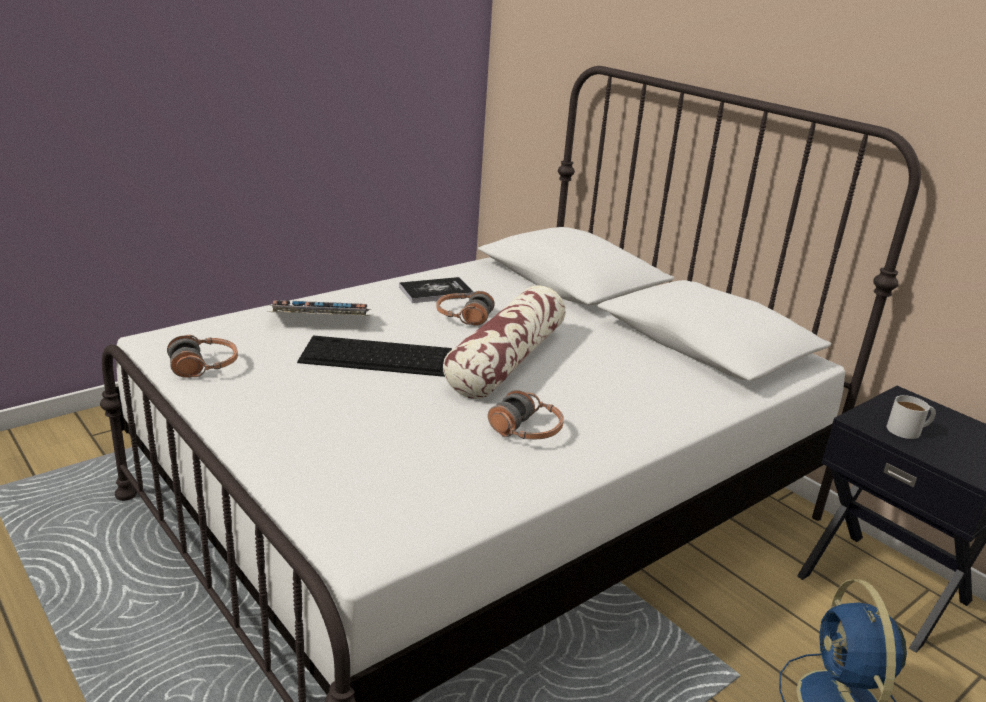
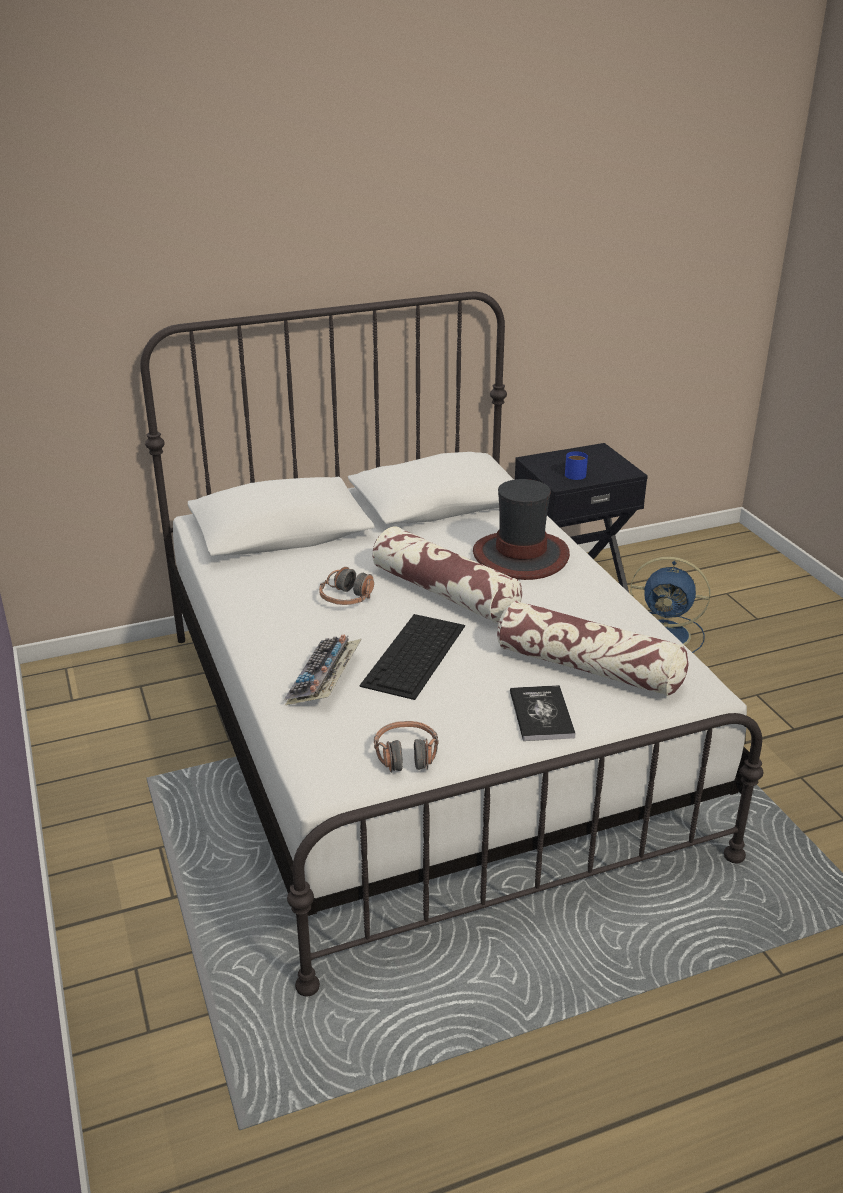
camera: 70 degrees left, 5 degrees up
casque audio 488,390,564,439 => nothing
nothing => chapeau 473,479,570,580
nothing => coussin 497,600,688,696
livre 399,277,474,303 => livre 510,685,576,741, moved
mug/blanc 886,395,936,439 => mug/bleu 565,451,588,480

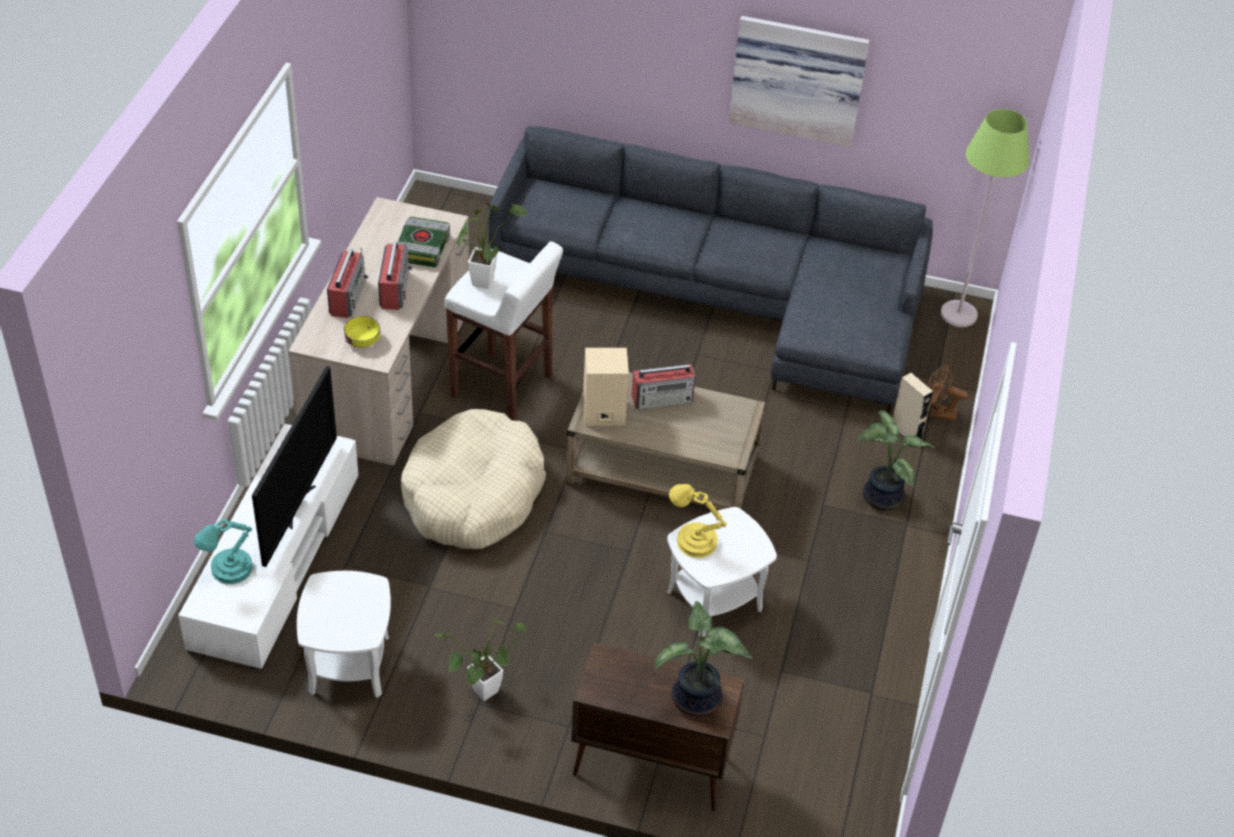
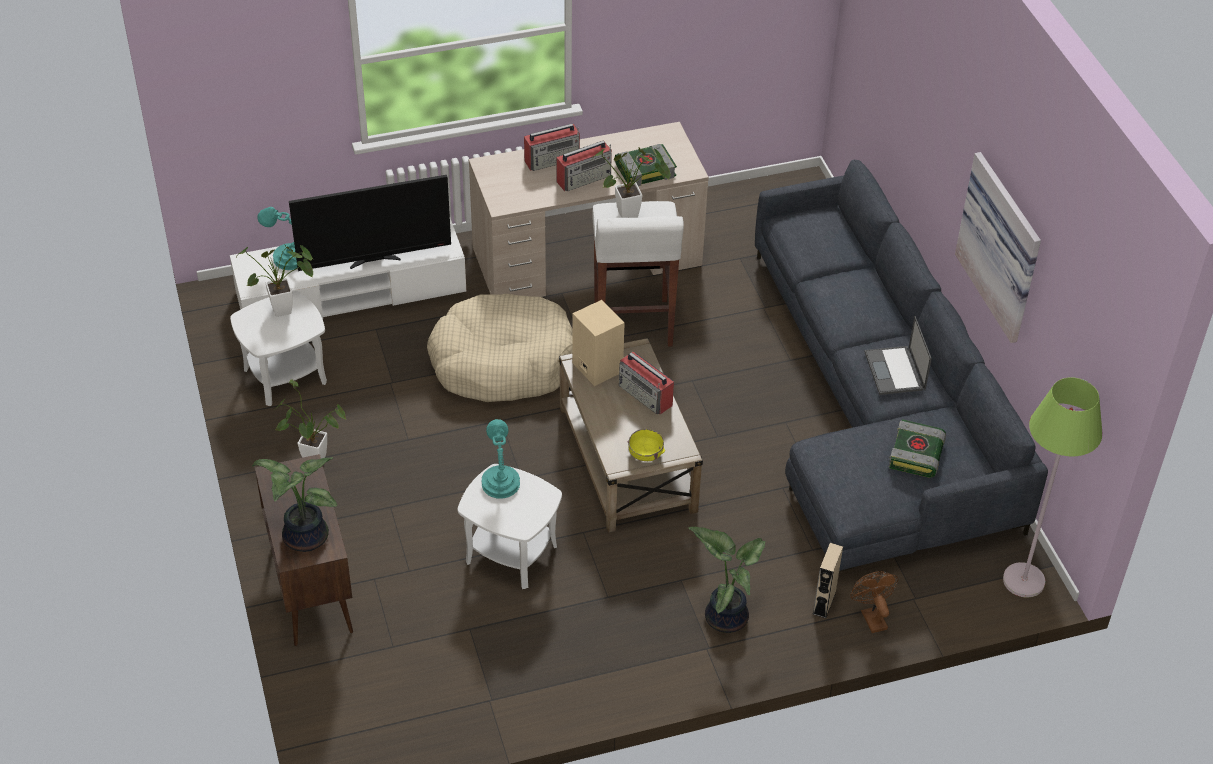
camera: 60 degrees right, 0 degrees up
nothing => plante en pot 236,244,313,317
nothing => ordinateur portable 864,316,932,395
nothing => livre 889,419,946,477
bol/jaune 344,315,380,348 => bol/jaune 628,429,665,461, moved
lampe de table/jaune 669,484,727,558 => lampe de table/turquoise 481,419,520,499

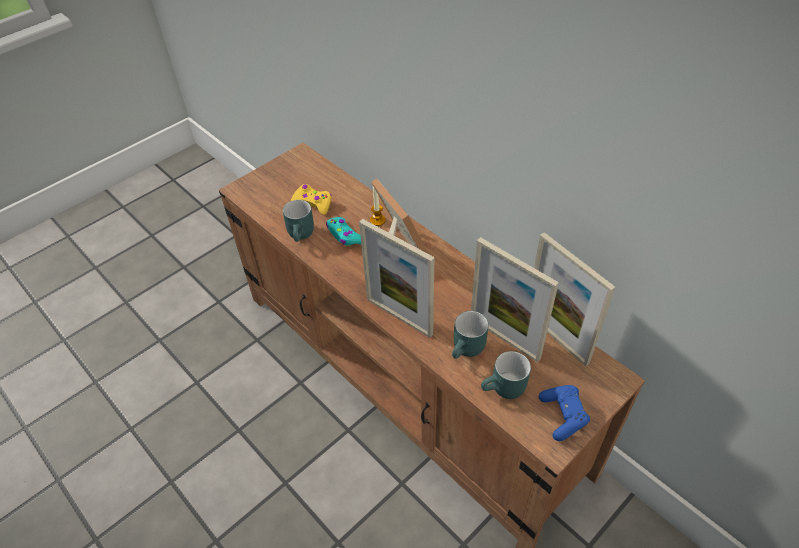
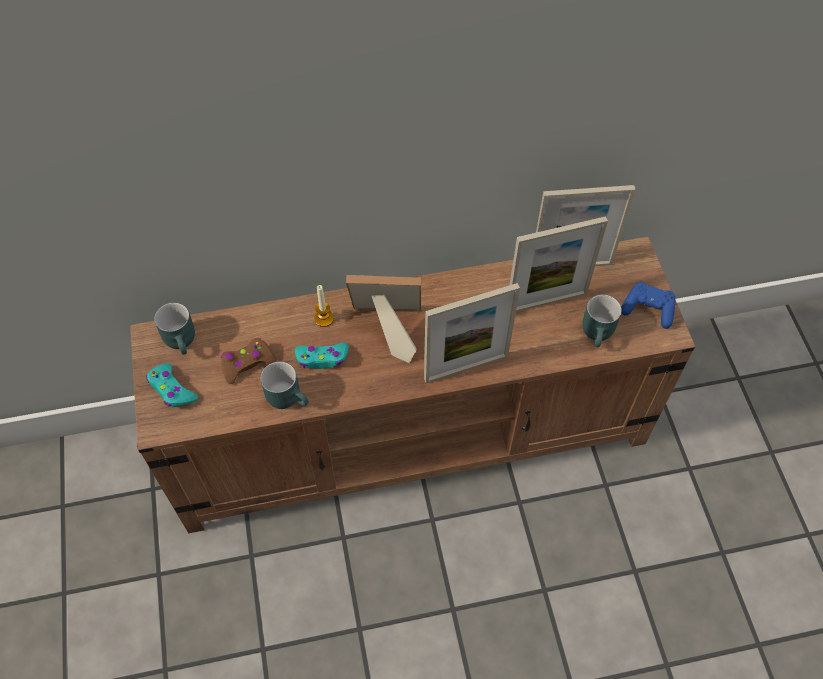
camera: 60 degrees left, 10 degrees up
nothing => manette/turquoise 146,363,198,407
mug/turquoise 452,311,488,359 => mug/turquoise 154,303,195,355, moved
manette/jaune 291,184,332,215 => manette/marron 221,338,277,384

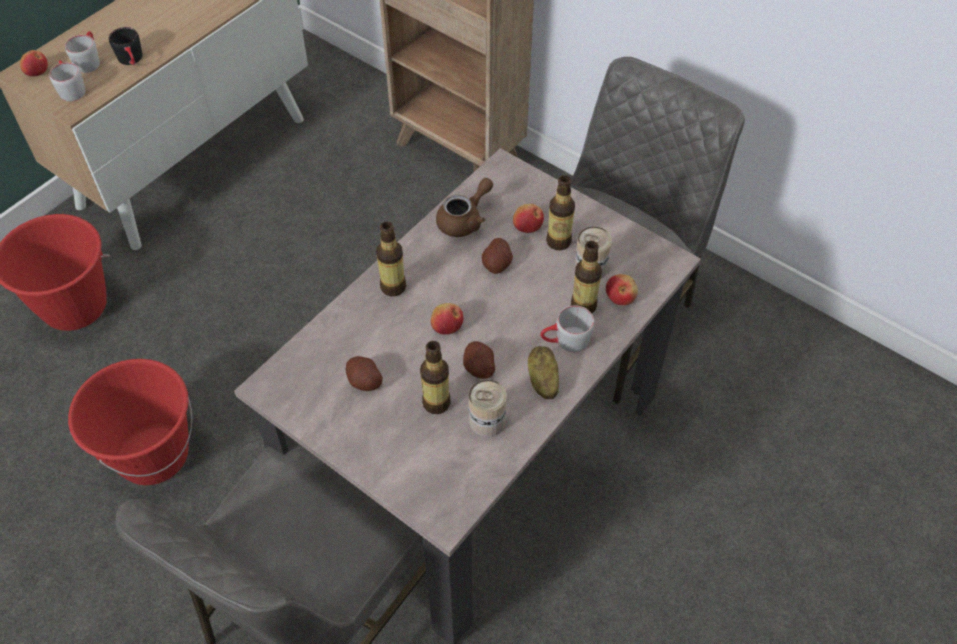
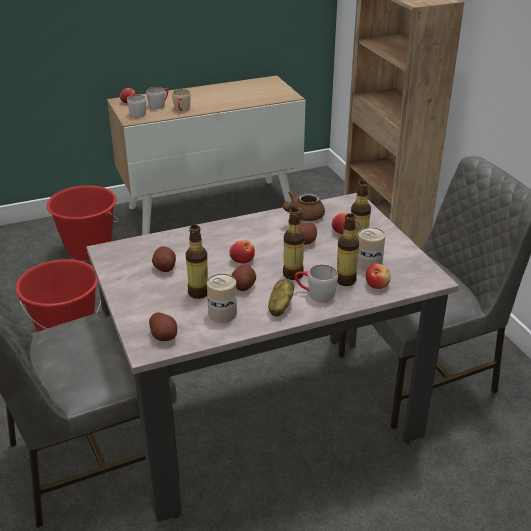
camera: 30 degrees right, 20 degrees down
nothing => pomme de terre 149,312,177,341
bouteille 376,222,406,296 => bouteille 283,208,305,280, moved
mug/noir 109,27,143,66 => mug/beige 172,89,191,111
théière/marron 436,178,493,237 => théière/marron 283,191,325,221, 150 degrees clockwise

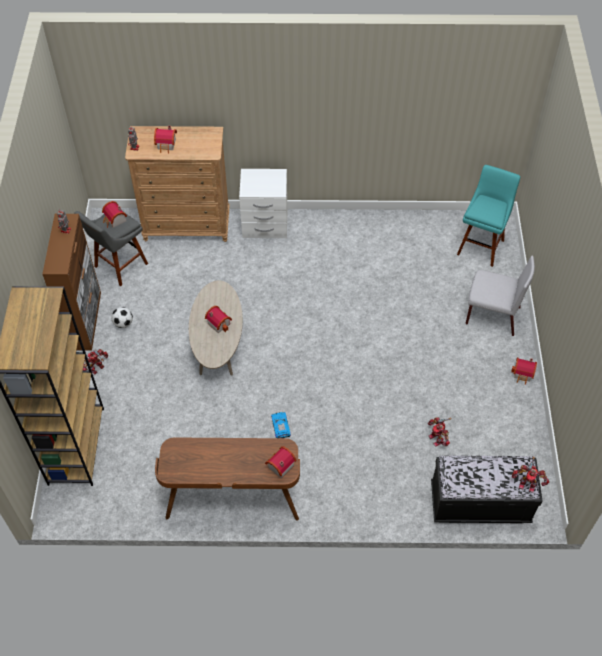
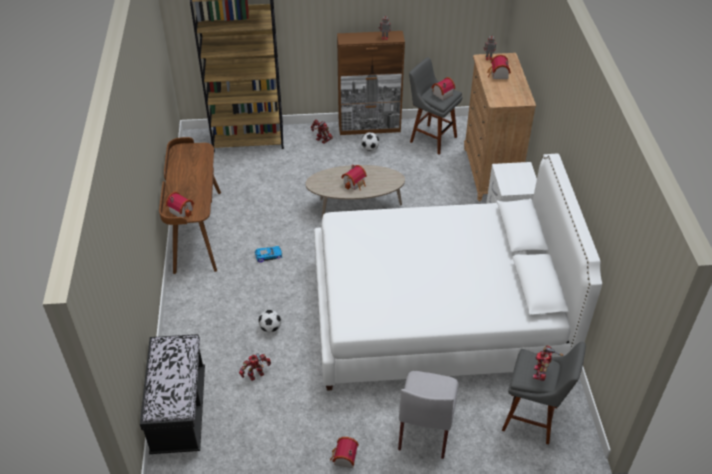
camera: 85 degrees right, 10 degrees down
nothing => ballon de foot 258,310,281,332
nothing => lit/blanc 314,154,602,391
robot jouet 512,457,549,493 => robot jouet 533,345,563,381, moved
tabouret/turquoise 457,165,520,267 => tabouret/gris 502,342,586,445

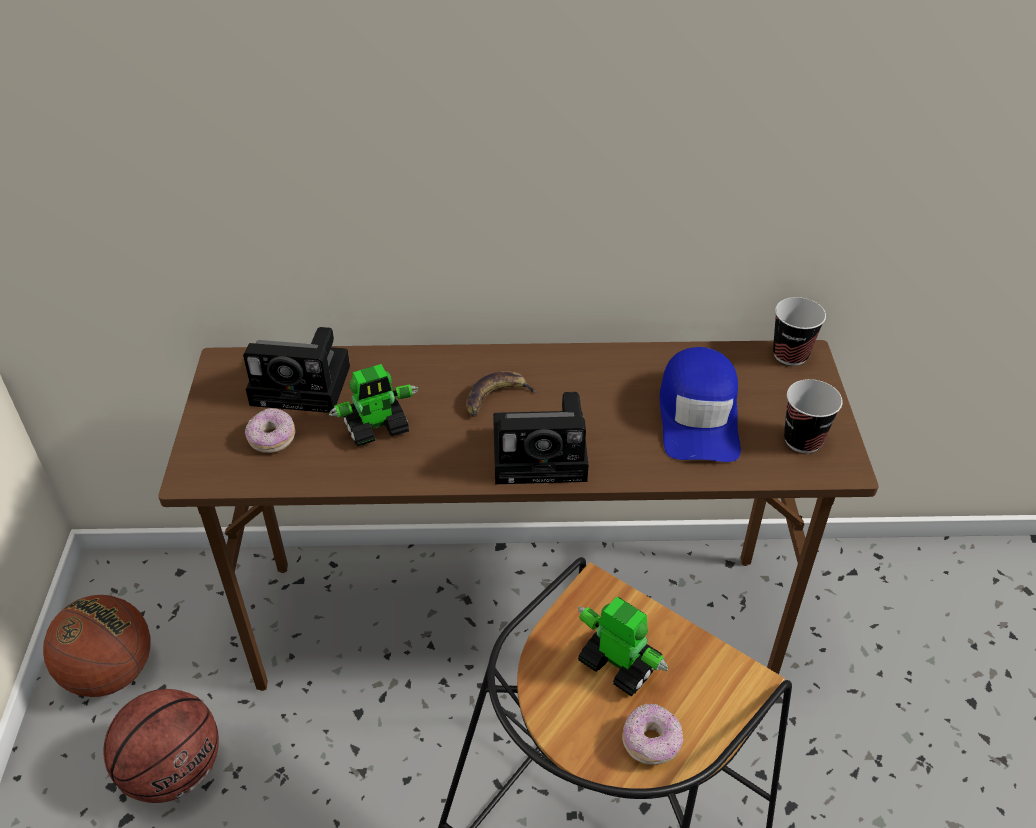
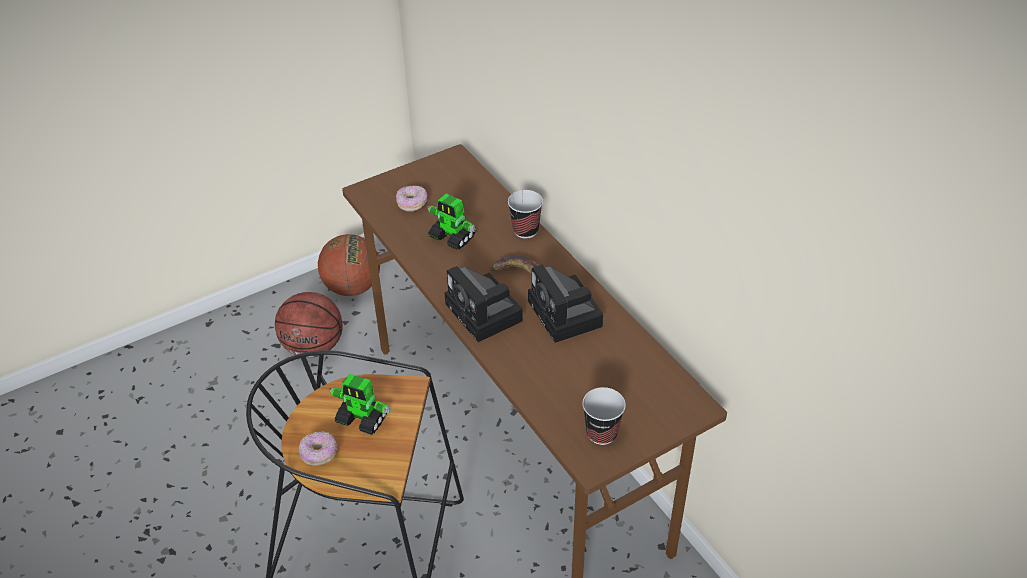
camera: 60 degrees right, 0 degrees up
casquette/bleu 660,347,741,462 => nothing
appareil photo 243,327,350,413 => appareil photo 528,265,603,343, moved
tasse 773,297,826,366 => tasse 508,190,543,239, moved
robot jouet 578,596,668,697 => robot jouet 329,374,391,435, 105 degrees clockwise

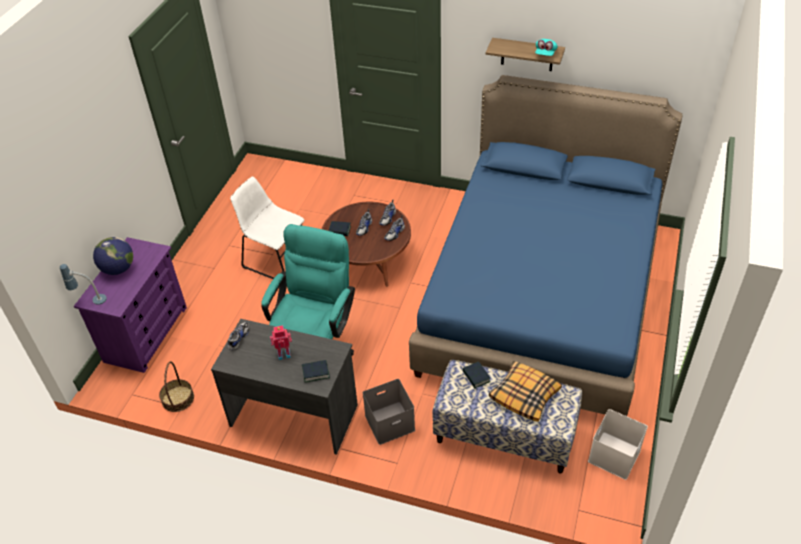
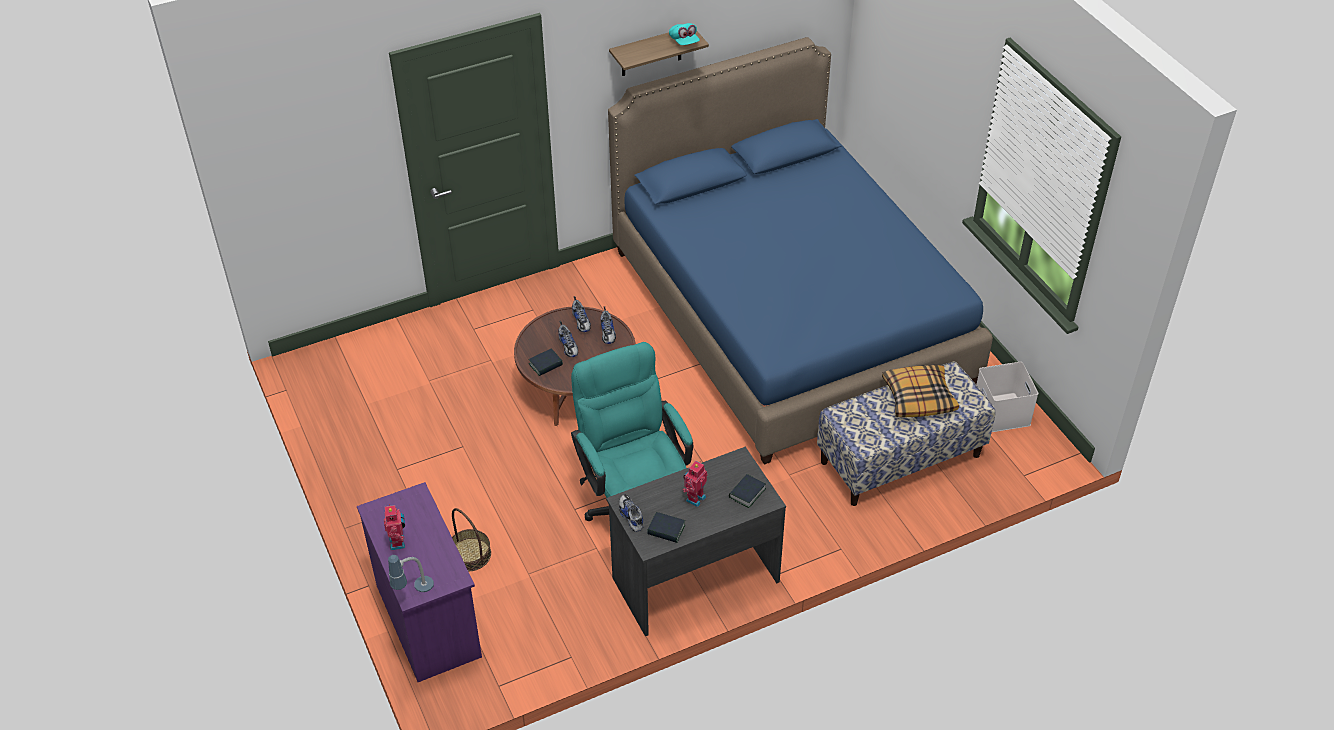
camera: 45 degrees left, 0 degrees up
chaise/blanc 230,176,304,279 => nothing
boîte de rangement/gris 363,379,415,445 => nothing
panier 159,361,194,412 => panier 452,508,491,571, moved
livre 462,362,490,388 => livre 647,512,685,543, moved
globe 93,237,133,275 => robot jouet 384,504,405,551

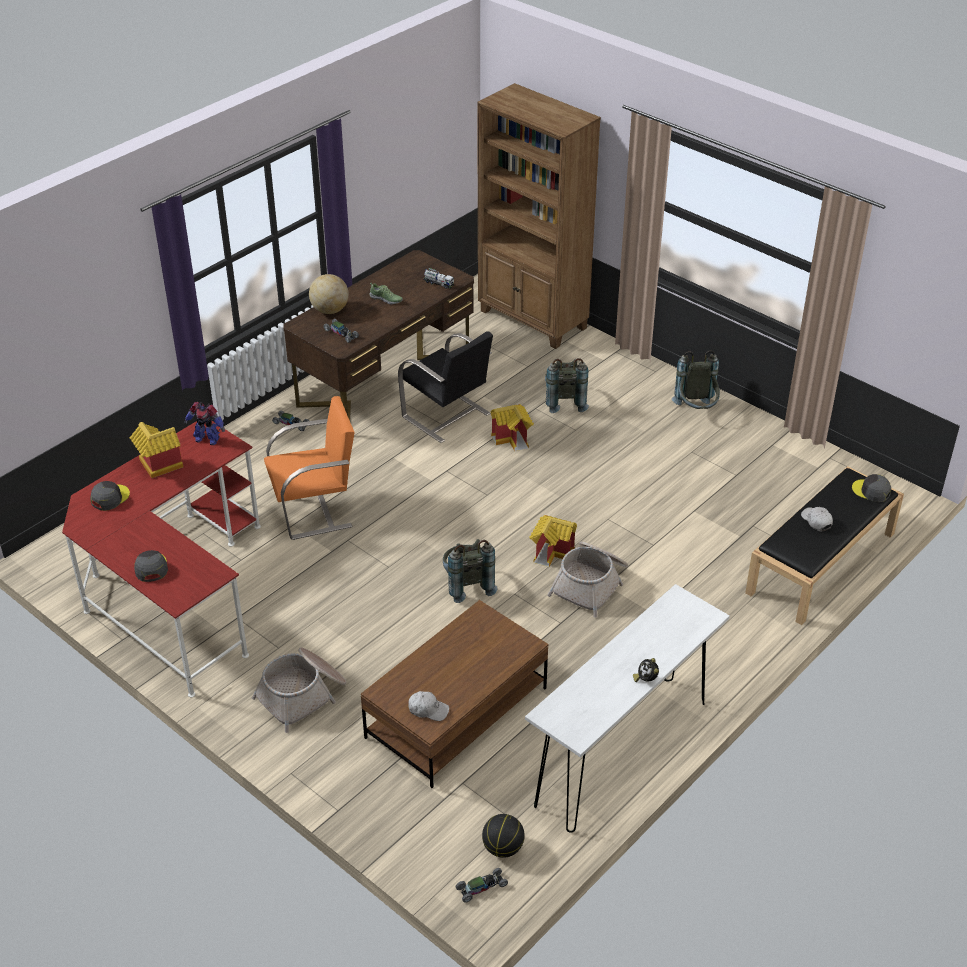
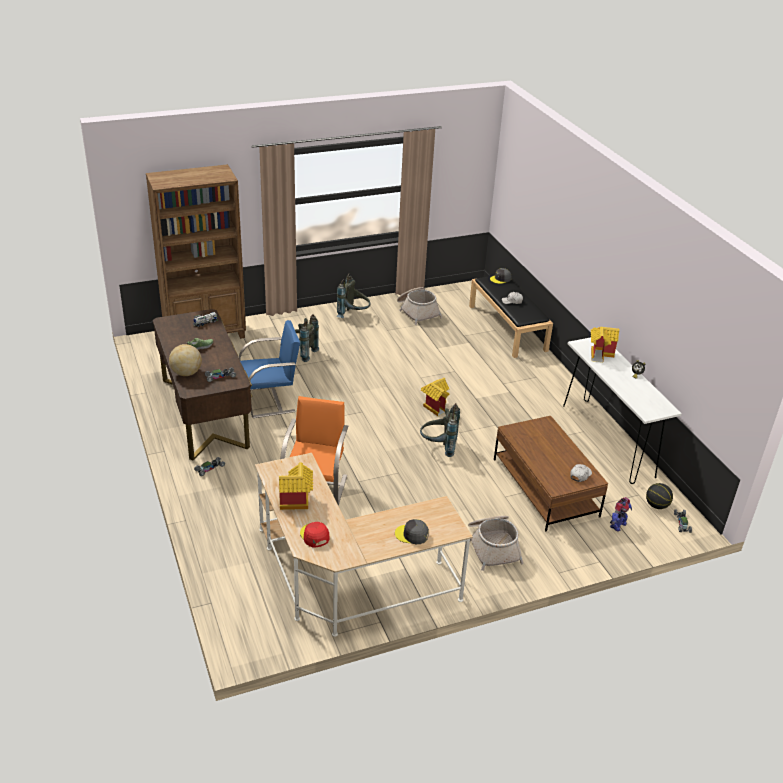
camera: 65 degrees left, 5 degrees down
robot jouet 184,402,225,445 => robot jouet 610,497,632,531, moved
maison miniature 491,404,534,451 => maison miniature 591,327,619,362, moved
panier 547,542,628,617 => panier 397,287,442,325, moved
bureau/rouge 62,419,261,697 => bureau/beige 255,453,473,637
casquette/gris 90,481,130,511 => casquette/rouge 300,522,330,548
chaise/noir 398,332,493,443 => chaise/bleu 239,320,300,418

